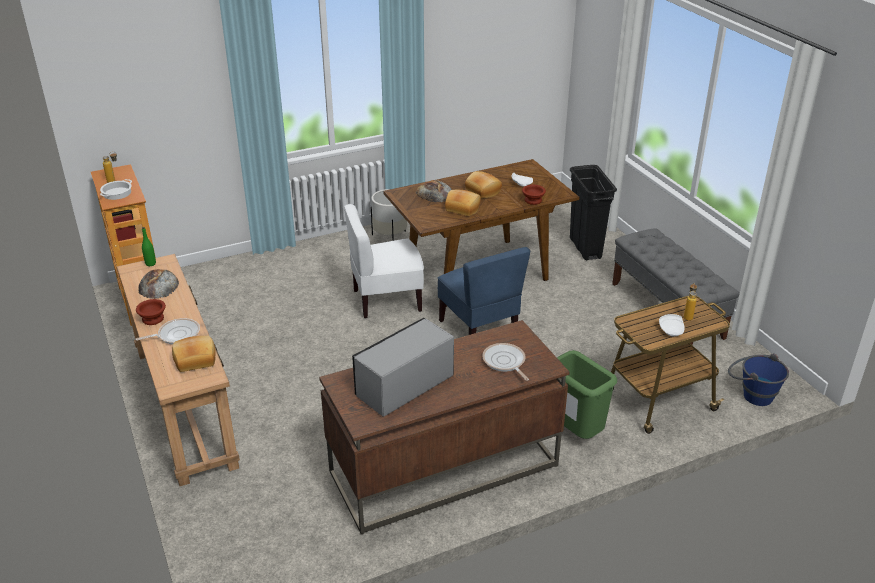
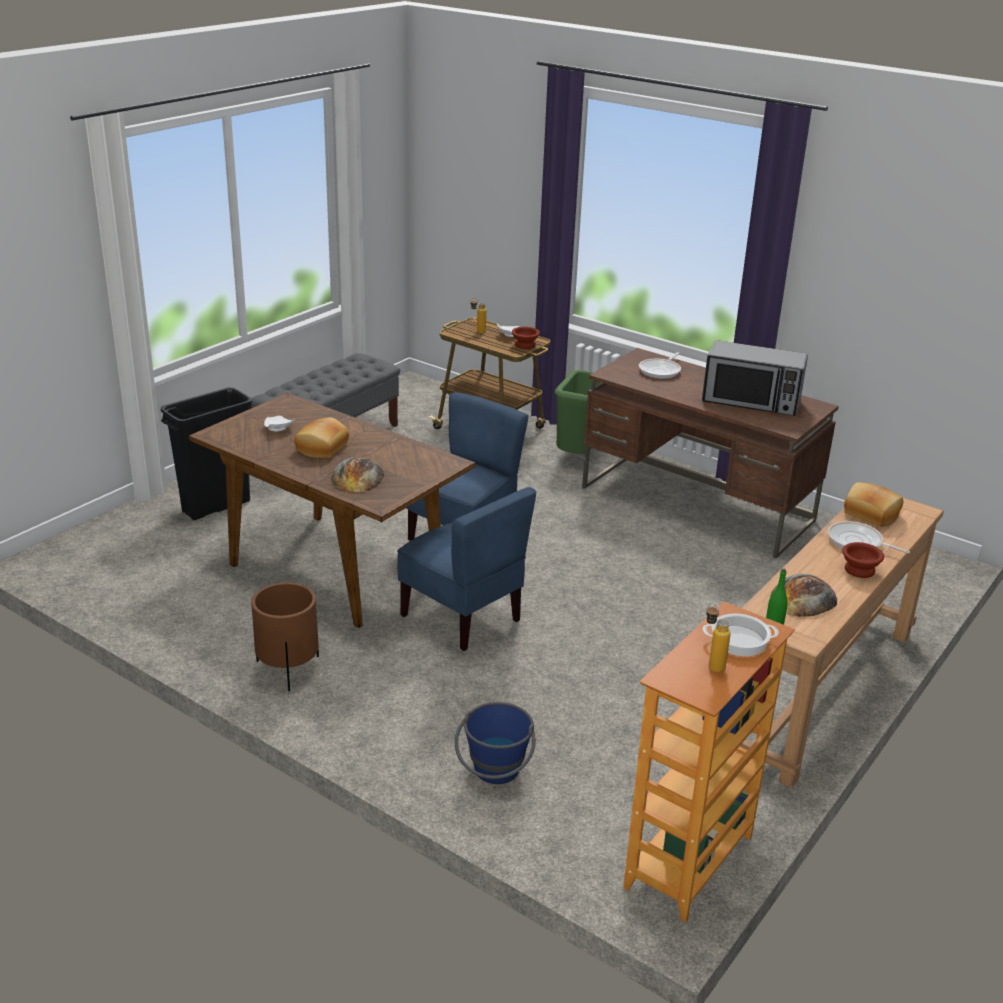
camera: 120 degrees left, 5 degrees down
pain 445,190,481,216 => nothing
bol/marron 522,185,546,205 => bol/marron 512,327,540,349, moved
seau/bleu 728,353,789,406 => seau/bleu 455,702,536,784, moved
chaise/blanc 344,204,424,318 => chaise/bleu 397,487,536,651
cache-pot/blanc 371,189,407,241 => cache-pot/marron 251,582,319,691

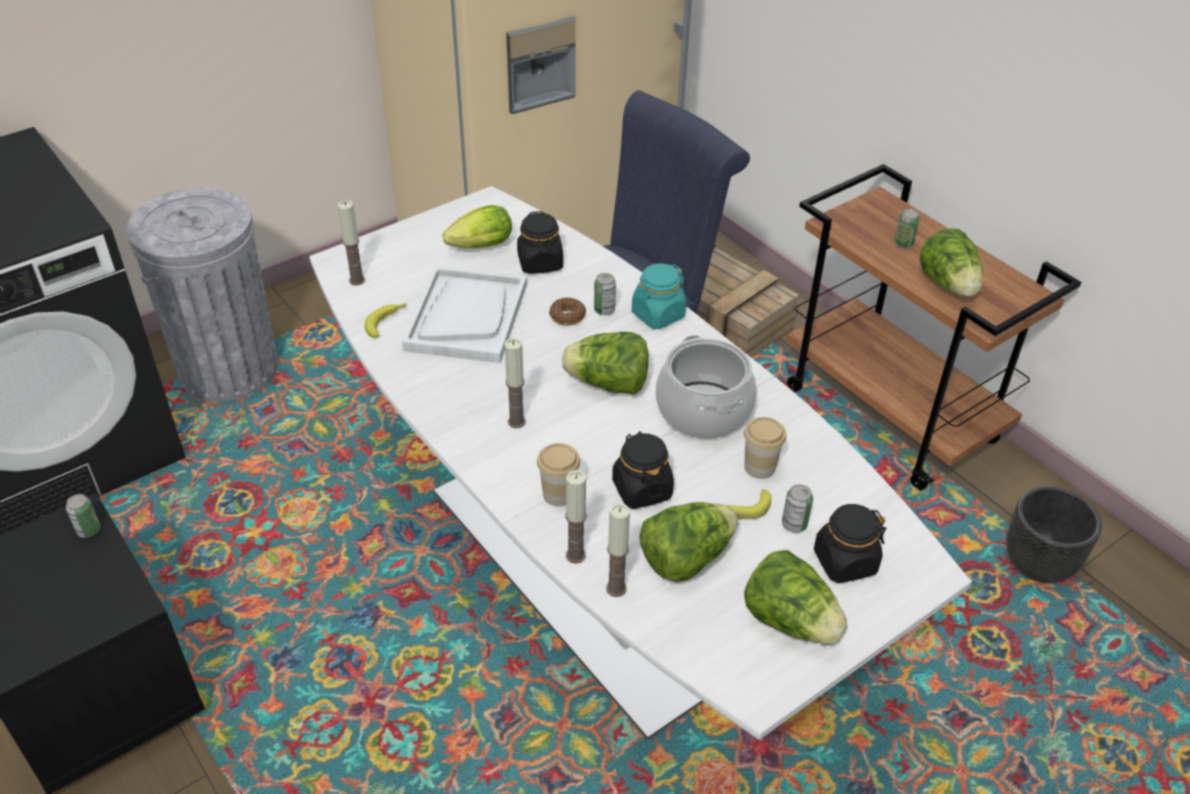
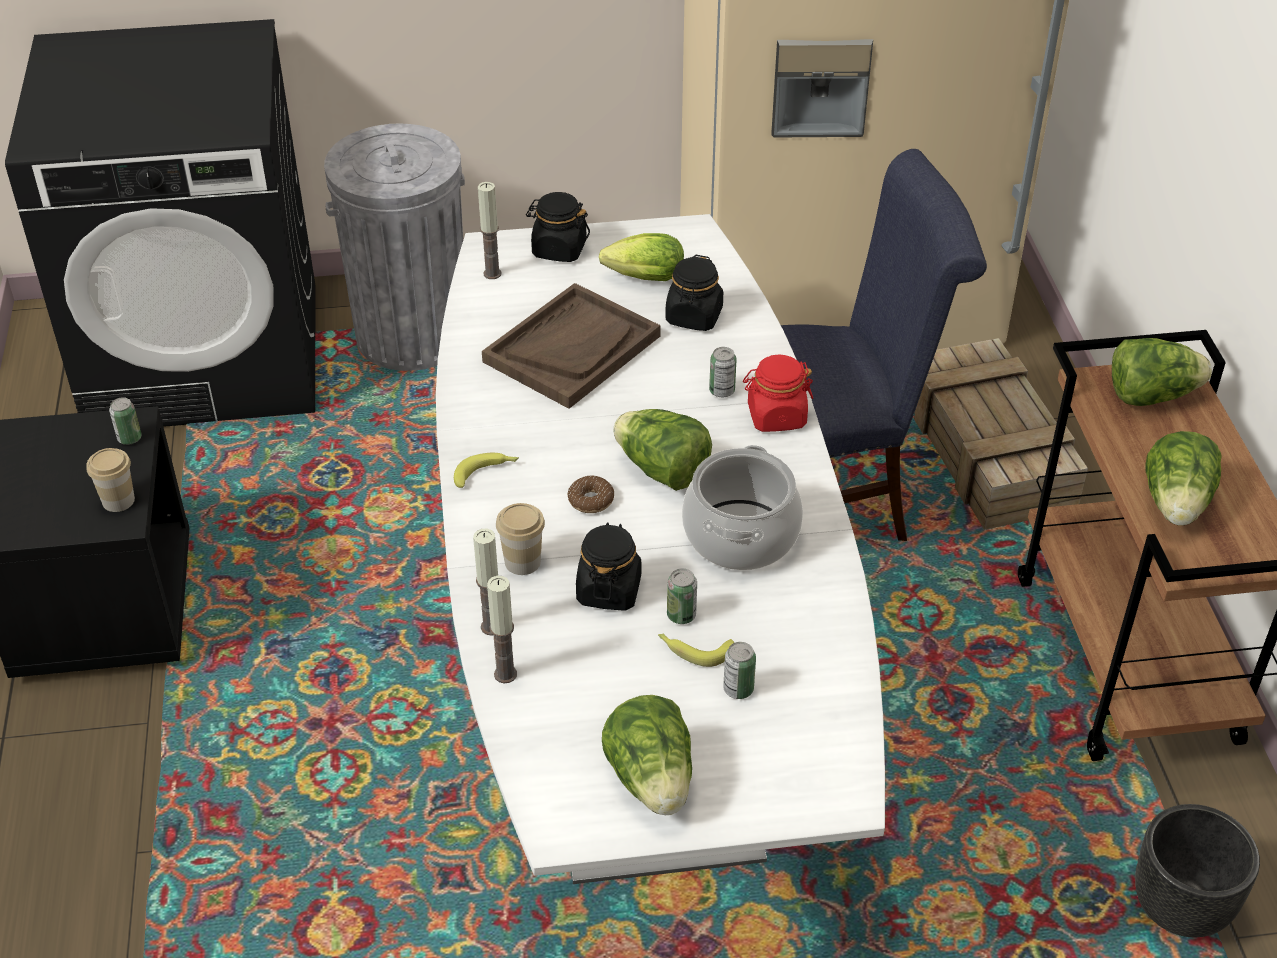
camera: 30 degrees right, 0 degrees up
bougie 505,338,526,428 => nothing
banane 365,303,407,338 => banane 454,453,519,488, moved
beignet 549,298,586,326 => beignet 567,476,614,513, moved
laitue 639,502,738,582 => laitue 1112,338,1212,406, moved
tasse 744,417,786,479 => tasse 86,448,135,512, moved
bocal/noir 814,504,886,583 => bocal/noir 526,192,590,262, moved
boîte métallique 894,209,920,248 => boîte métallique 667,568,697,624, moved
plateau/blanc 402,266,527,363 => plateau/marron 482,283,661,409
bocal/turquoise 632,263,686,329 => bocal/rouge 743,355,813,432

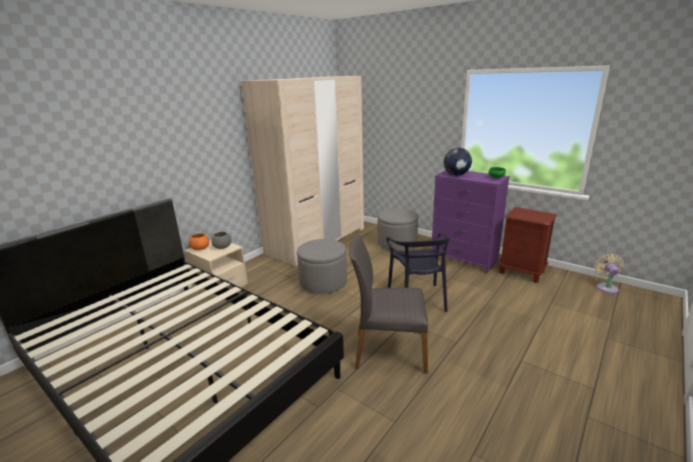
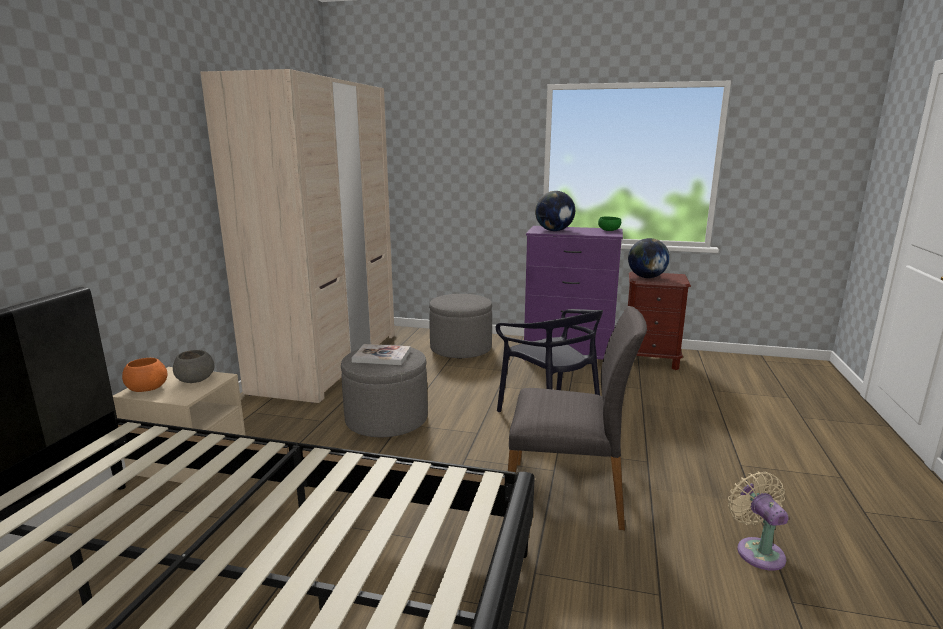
camera: 25 degrees left, 5 degrees down
nothing => livre 352,344,411,365
nothing => globe 628,238,670,278
ventilateur/beige 595,254,624,294 => ventilateur/beige 728,472,788,571, moved
chaise/gris 349,235,428,374 => chaise/gris 508,306,647,530, 150 degrees counterclockwise

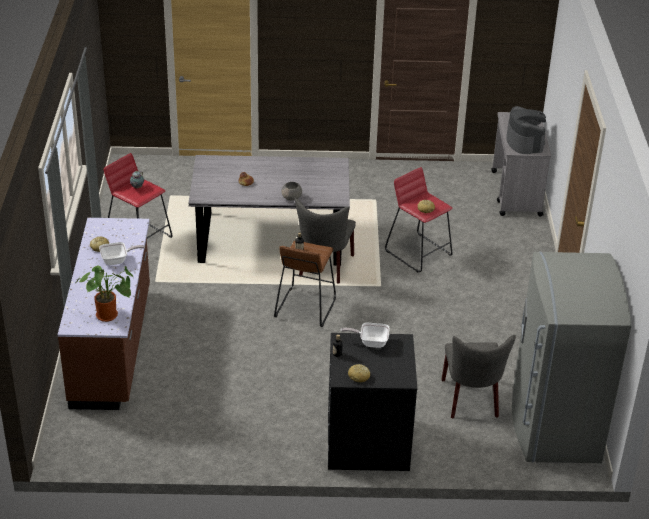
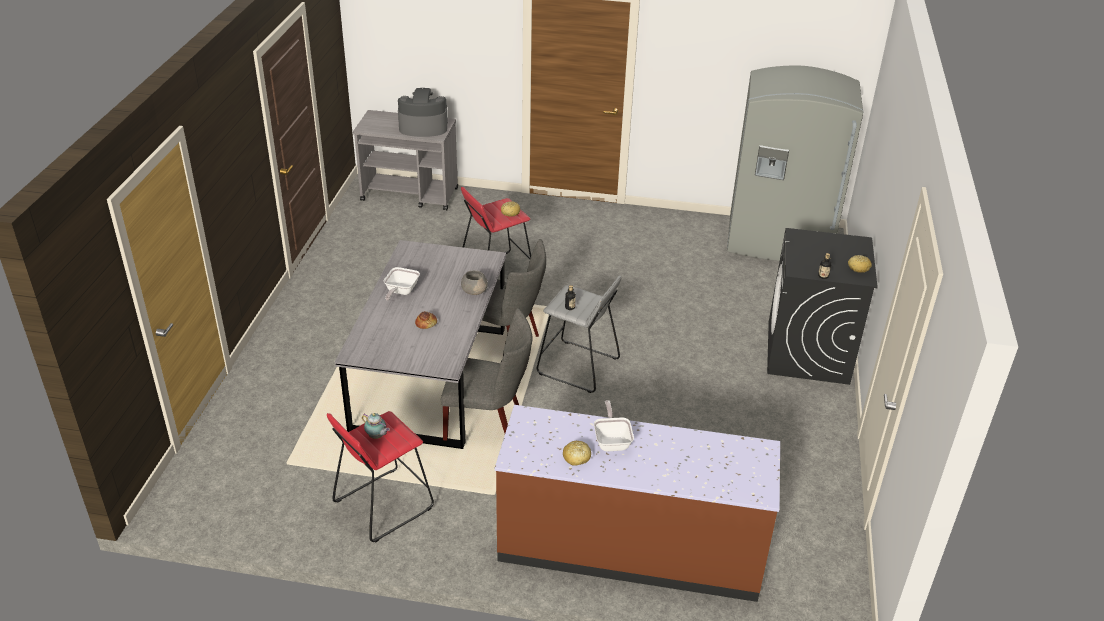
camera: 80 degrees left, 0 degrees up
plante en pot 76,265,134,322 => nothing
poêle 340,323,390,348 => poêle 384,267,420,301, moved
chaise/gris 441,335,516,418 => chaise/gris 441,308,533,441, moved
tabouret/marron 274,240,336,327 => tabouret/gris 537,276,622,393

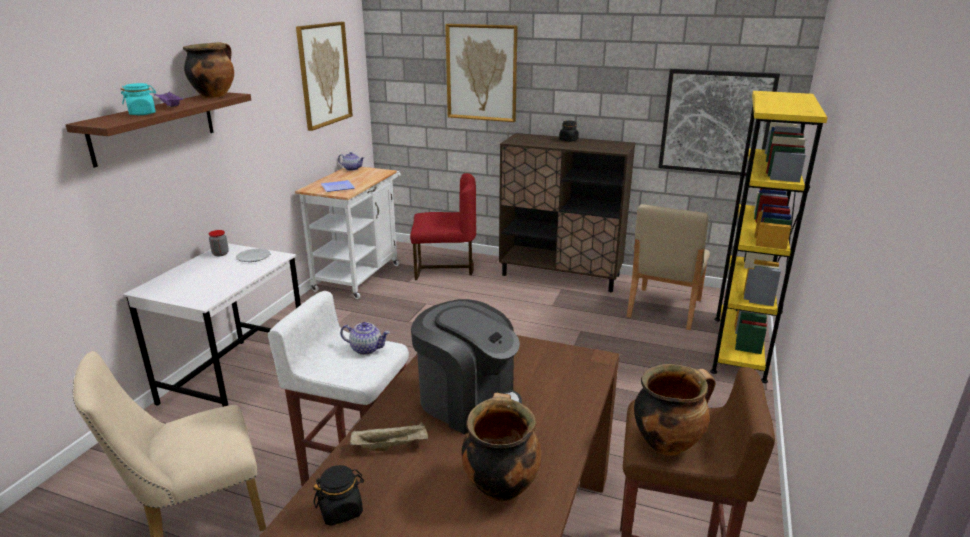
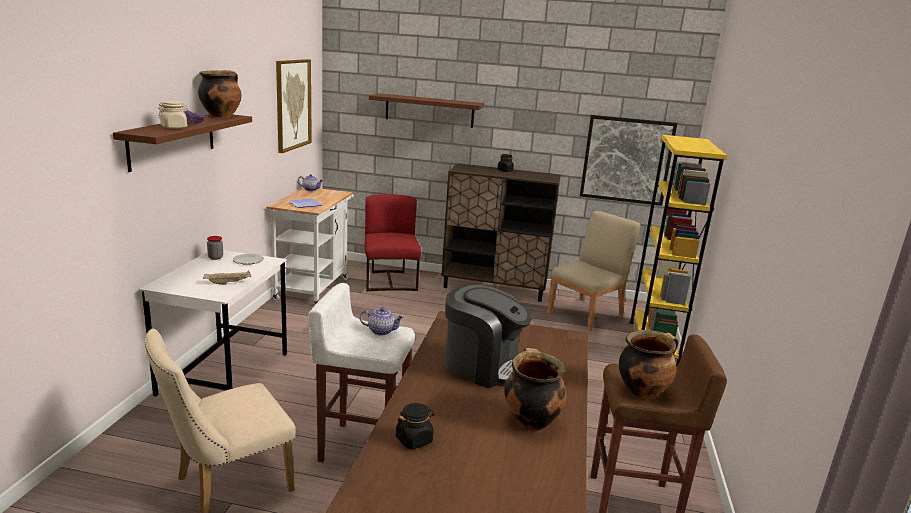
camera: 10 degrees left, 5 degrees down
plateau/beige 350,422,428,451 => plateau/beige 203,271,251,285, moved
tableau 445,24,518,122 => étagère/marron 369,93,484,128
bocal/turquoise 121,83,156,115 => bocal/beige 158,101,188,129
chaise/rouge 410,173,476,280 => chaise/rouge 365,194,421,291, 90 degrees counterclockwise
chaise/beige 627,204,710,330 => chaise/beige 547,211,641,332, 150 degrees counterclockwise

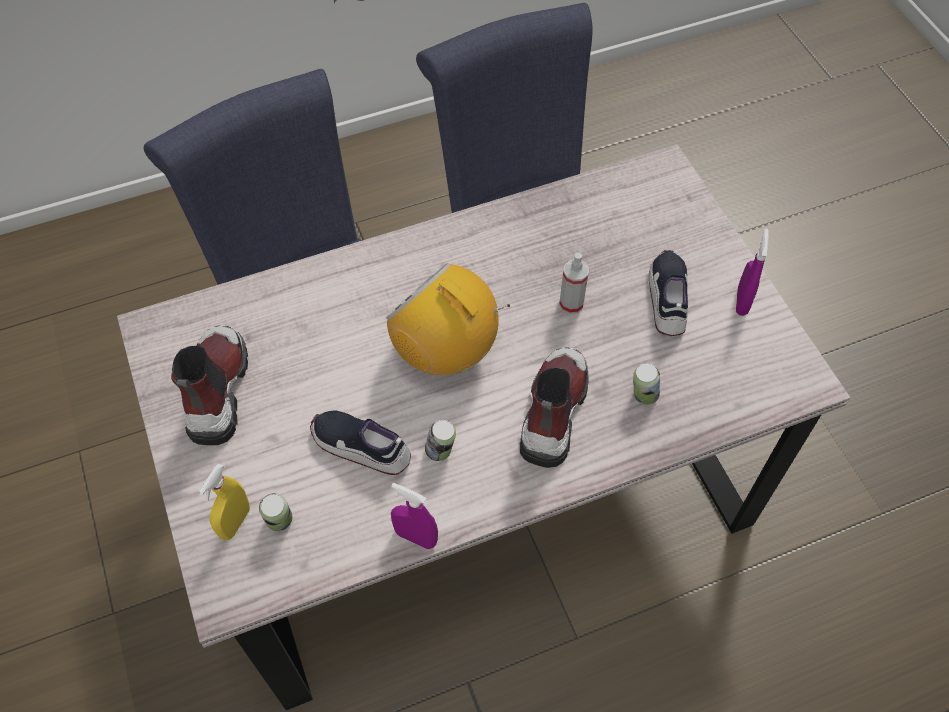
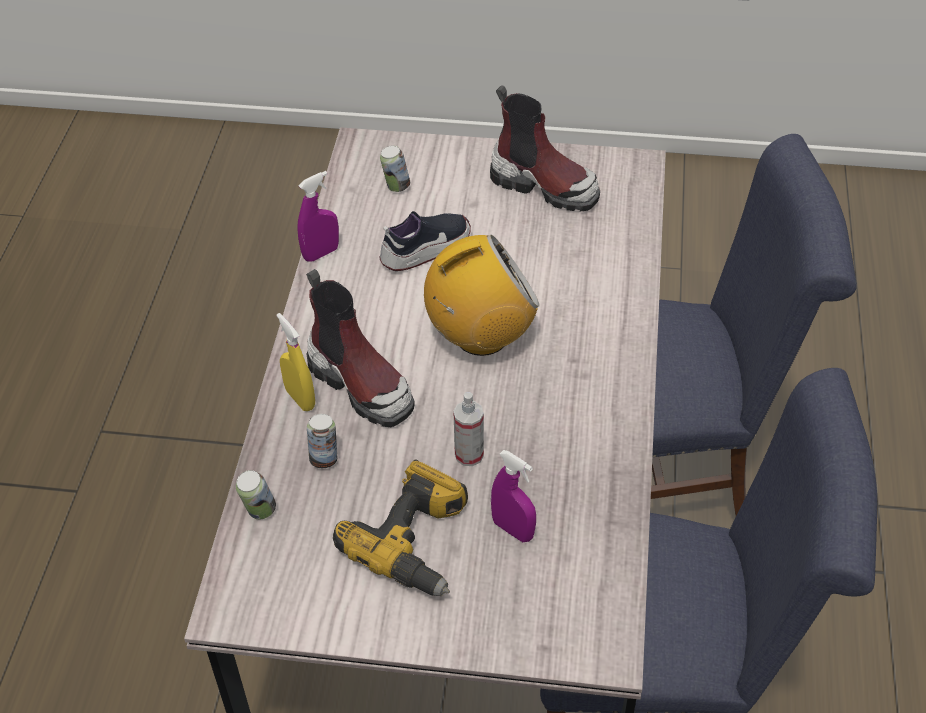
camera: 120 degrees right, 10 degrees down
vaporisateur/jaune 199,463,250,540 => vaporisateur/jaune 276,313,315,411, moved
boîte métallique 425,420,456,461 => boîte métallique 236,470,276,519, moved
vaporisateur/violet 736,228,769,316 => vaporisateur/violet 491,450,536,542, moved
chaussure 649,250,688,336 => perceuse 333,459,468,596

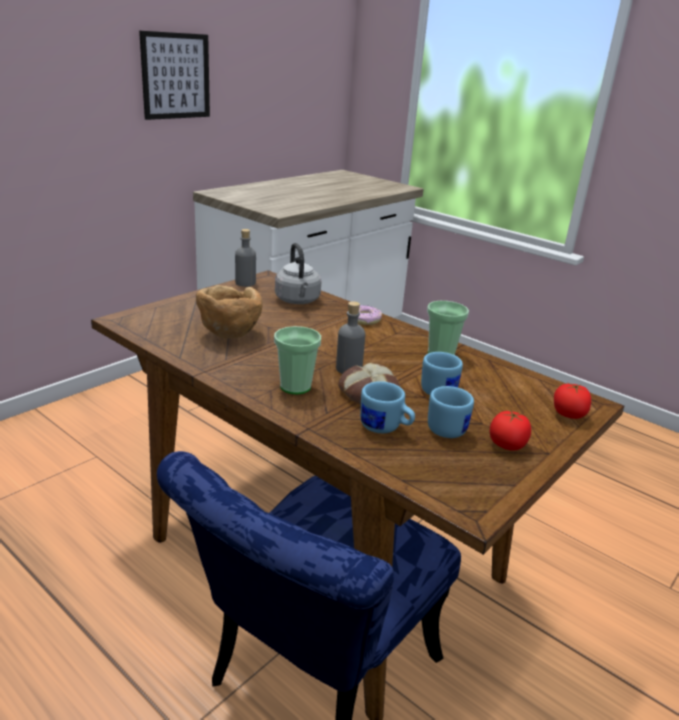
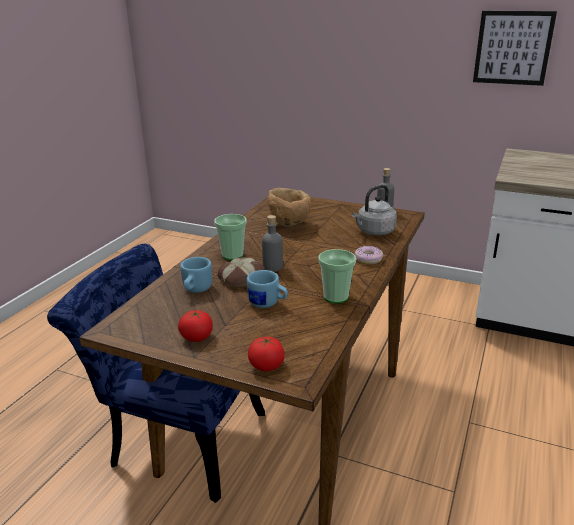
camera: 75 degrees right, 0 degrees up
mug/bleu 428,386,474,438 => nothing

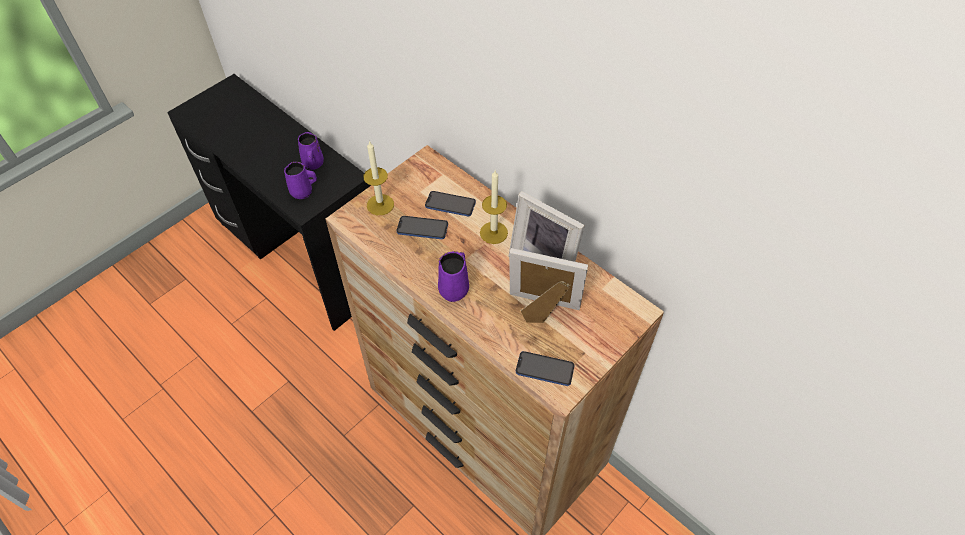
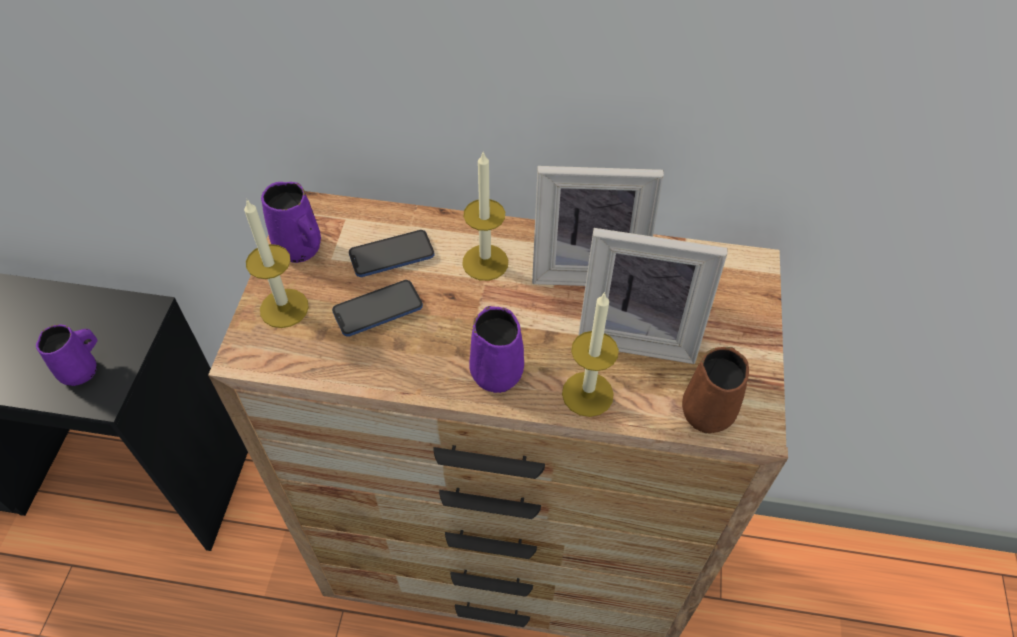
camera: 35 degrees left, 0 degrees up
nothing => bougie 562,292,619,417
mug/violet 298,132,324,170 => mug/violet 261,182,321,263, moved
téléphone 516,351,575,386 => mug/marron 682,347,749,433
cadre photo 509,248,588,323 => cadre photo 578,228,728,364, 150 degrees counterclockwise

